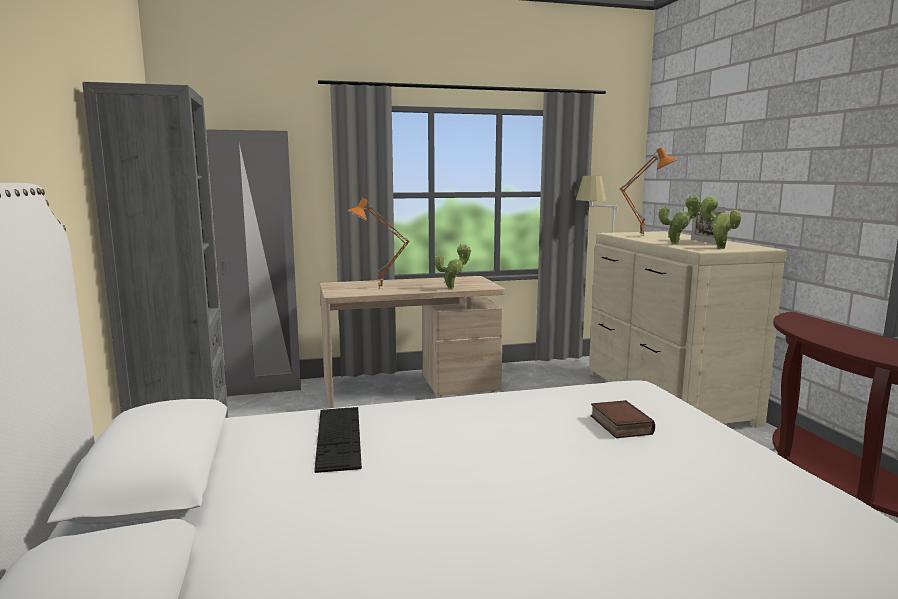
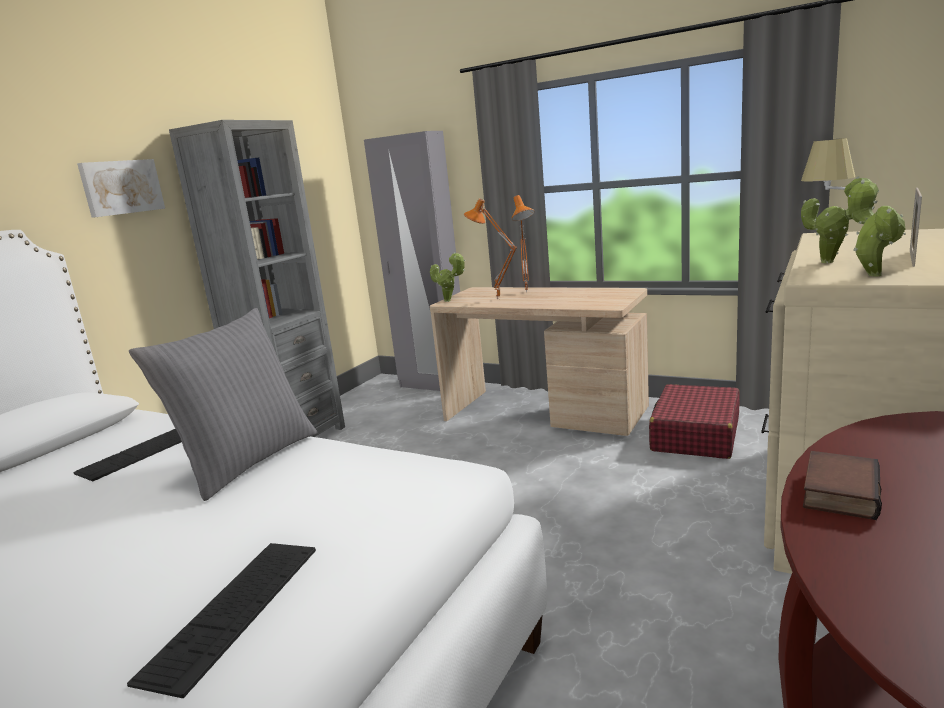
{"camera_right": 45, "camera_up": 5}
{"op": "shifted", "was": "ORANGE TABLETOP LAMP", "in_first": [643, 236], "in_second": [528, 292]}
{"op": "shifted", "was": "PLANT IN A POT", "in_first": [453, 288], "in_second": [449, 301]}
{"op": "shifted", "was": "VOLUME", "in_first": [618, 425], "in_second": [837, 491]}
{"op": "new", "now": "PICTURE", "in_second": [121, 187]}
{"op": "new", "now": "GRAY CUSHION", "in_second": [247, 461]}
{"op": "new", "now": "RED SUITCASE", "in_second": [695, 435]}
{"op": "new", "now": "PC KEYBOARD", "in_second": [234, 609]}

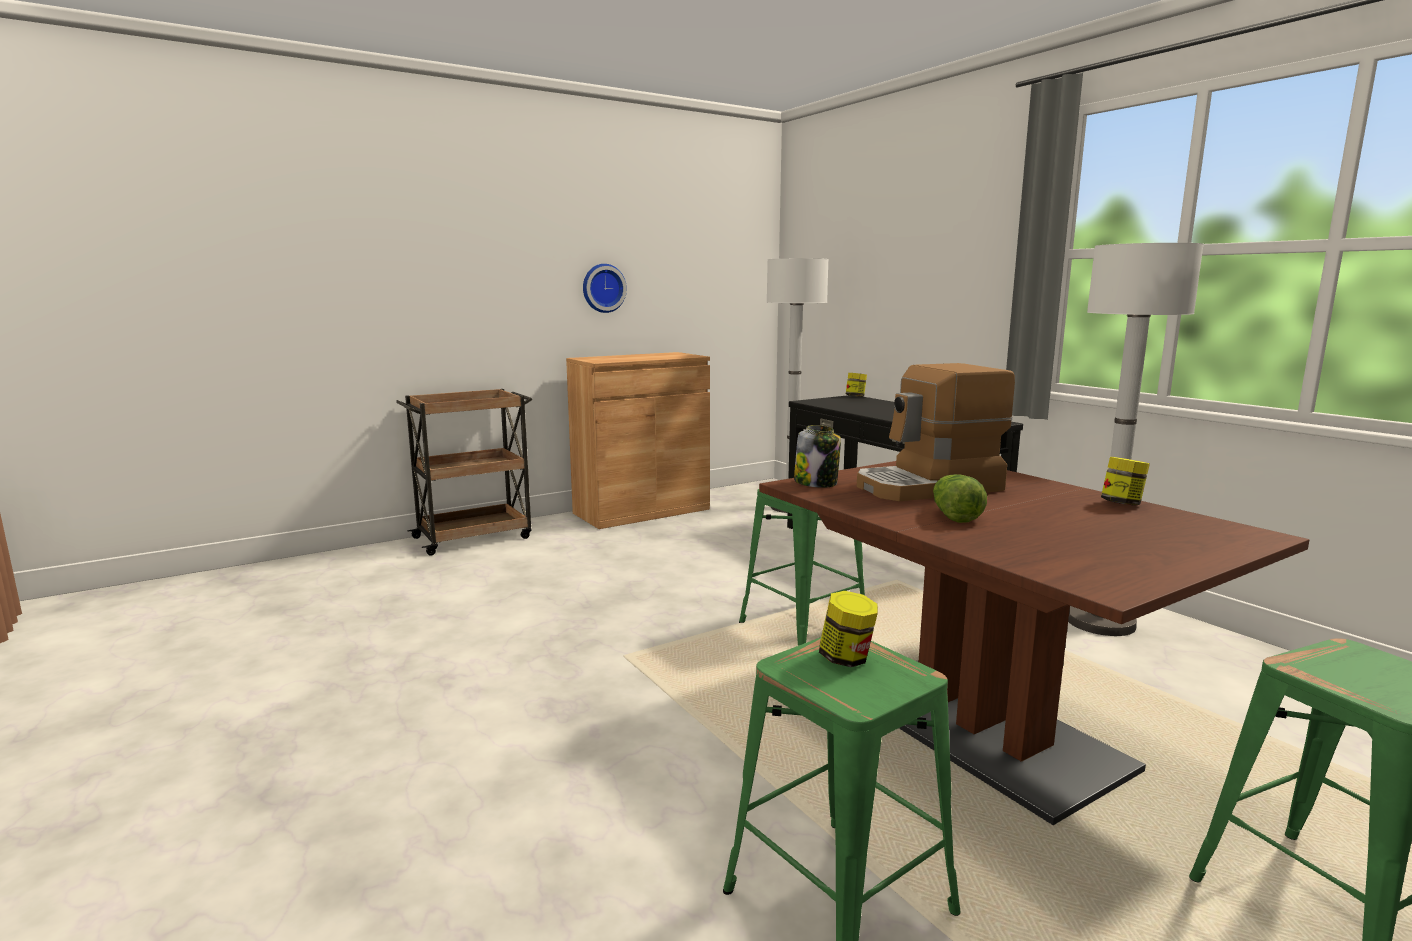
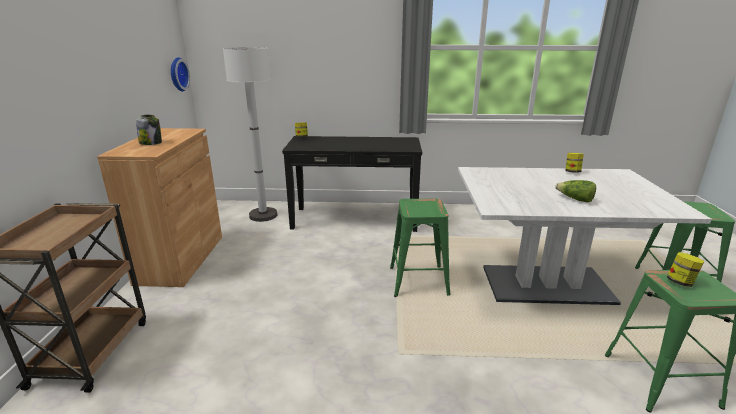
{"camera_right": -55, "camera_up": 10}
{"op": "gone", "was": "WHITISH FLOOR LAMP", "in_first": [1100, 622]}
{"op": "shifted", "was": "CLOCK ON THE WALL", "in_first": [603, 288], "in_second": [177, 74]}
{"op": "gone", "was": "COFFEE BREWER", "in_first": [929, 487]}
{"op": "shifted", "was": "STORAGE JAR", "in_first": [816, 483], "in_second": [151, 143]}
{"op": "repainted", "was": "BROWNISH DINNER TABLE", "now": "WHITISH DINNER TABLE", "in_first": [980, 730], "in_second": [546, 285]}

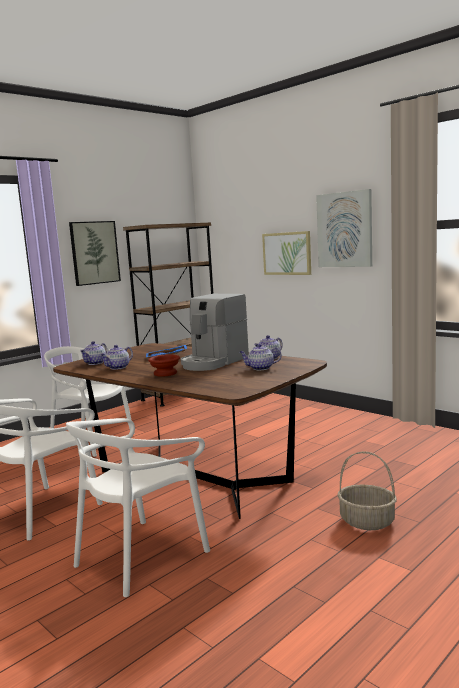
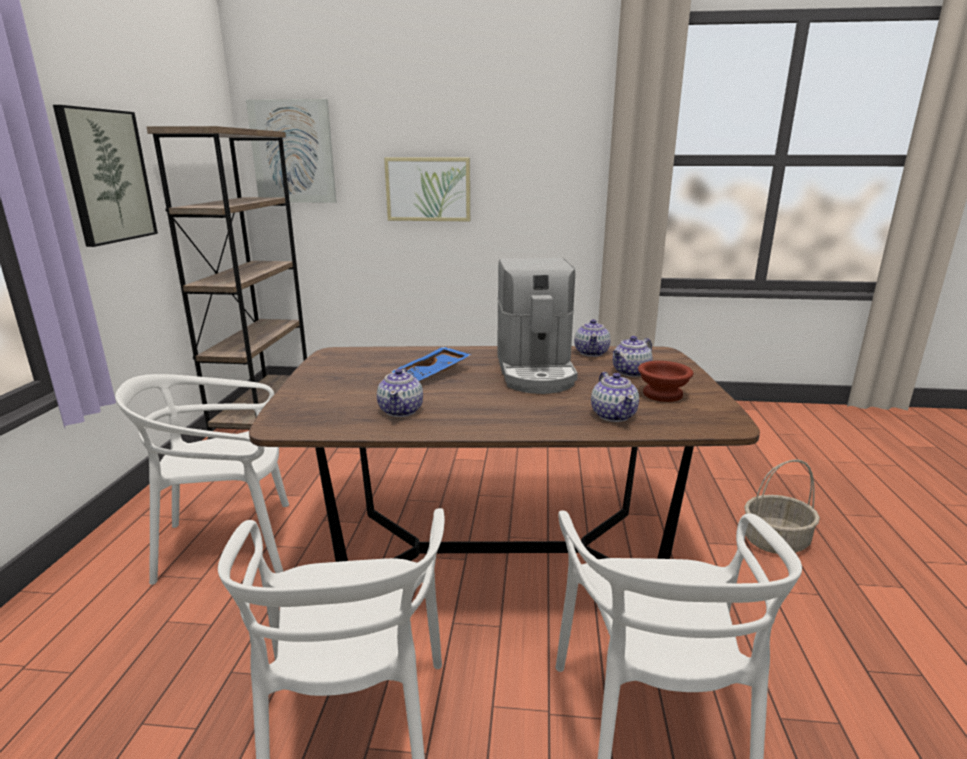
{"camera_right": -40, "camera_up": 10}
{"op": "shifted", "was": "PICTURE", "in_first": [344, 229], "in_second": [293, 152]}
{"op": "shifted", "was": "TEA POT", "in_first": [95, 363], "in_second": [613, 415]}
{"op": "shifted", "was": "BROWNISH BOWL", "in_first": [166, 373], "in_second": [663, 394]}

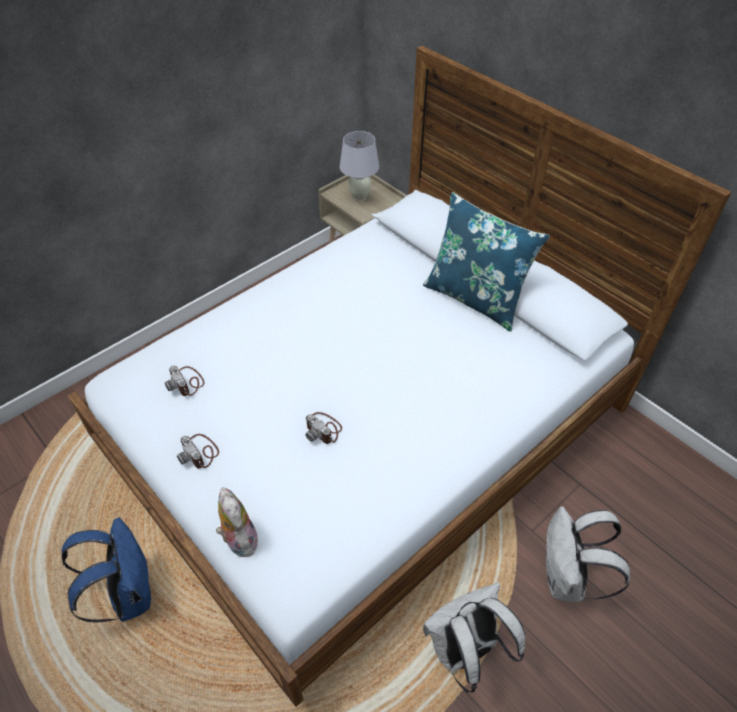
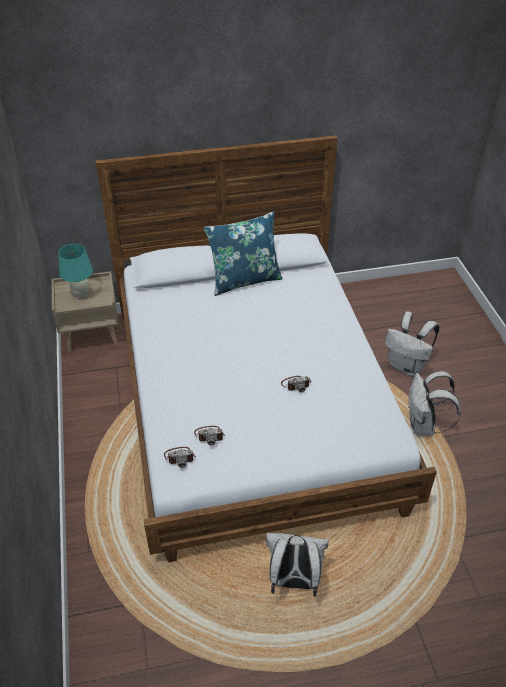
{"camera_right": -60, "camera_up": -5}
{"op": "repainted", "was": "WHITISH TABLETOP LAMP", "now": "TURQUOISE-COLOURED TABLETOP LAMP", "in_first": [360, 197], "in_second": [81, 294]}
{"op": "shifted", "was": "STILL CAMERA", "in_first": [200, 452], "in_second": [180, 457]}
{"op": "gone", "was": "SOFT TOY", "in_first": [239, 539]}
{"op": "repainted", "was": "BLUE BACKPACK", "now": "WHITISH BACKPACK", "in_first": [128, 594], "in_second": [294, 581]}

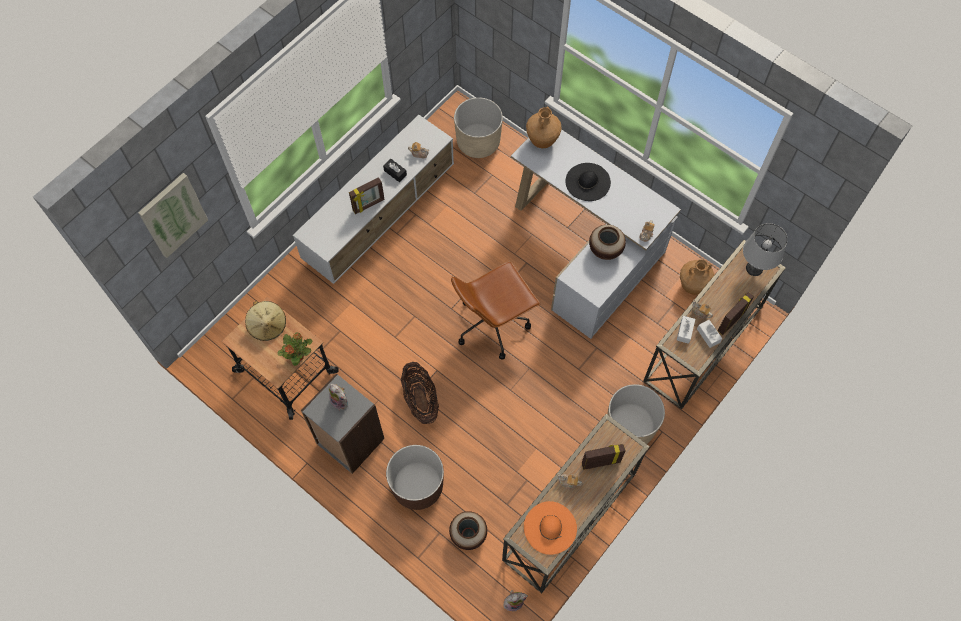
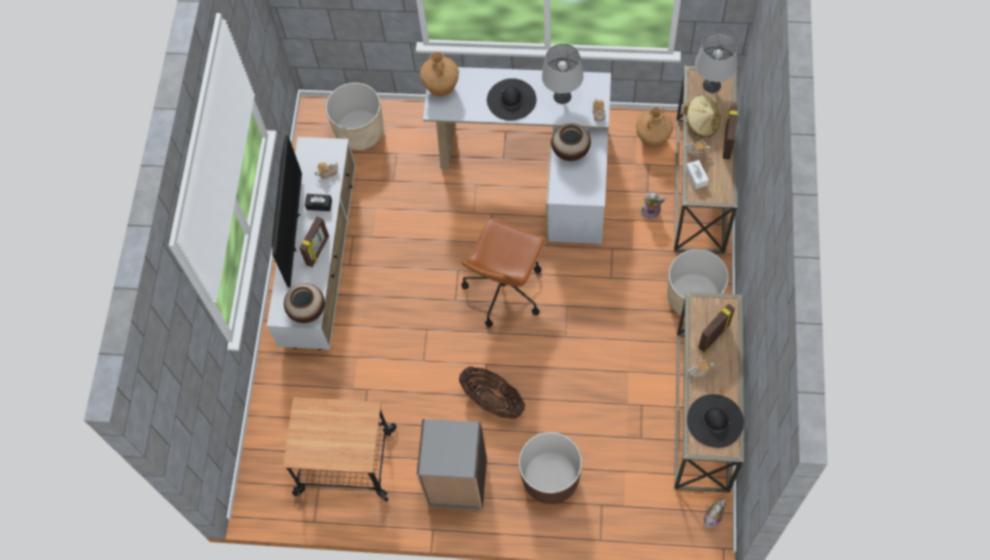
{"camera_right": -30, "camera_up": 0}
{"op": "gone", "was": "PICTURE", "in_first": [173, 215]}
{"op": "shifted", "was": "SAND-COLOURED CLOTHING HAT", "in_first": [268, 326], "in_second": [702, 123]}
{"op": "gone", "was": "WHITISH TISSUE BOX", "in_first": [708, 335]}
{"op": "gone", "was": "PLANT IN A POT", "in_first": [298, 356]}
{"op": "shifted", "was": "SOFT TOY", "in_first": [341, 401], "in_second": [651, 211]}
{"op": "repainted", "was": "ORANGE CLOTHING HAT", "now": "BLACK-COLOURED CLOTHING HAT", "in_first": [550, 528], "in_second": [715, 421]}
{"op": "shifted", "was": "DECORATIVE VASE", "in_first": [468, 534], "in_second": [307, 311]}
{"op": "new", "now": "GRAY TABLETOP LAMP", "in_second": [562, 96]}
{"op": "new", "now": "TV SET", "in_second": [293, 232]}

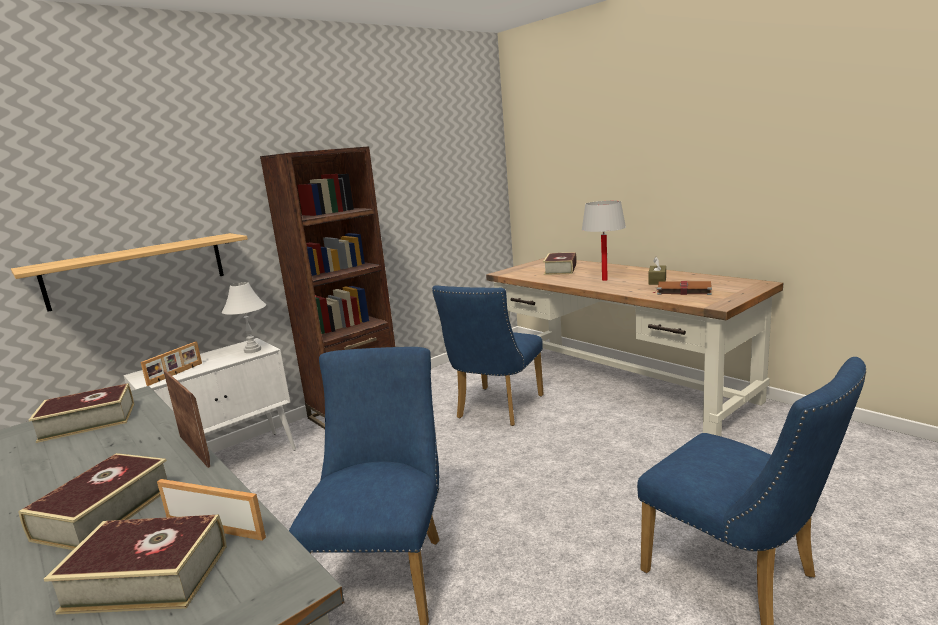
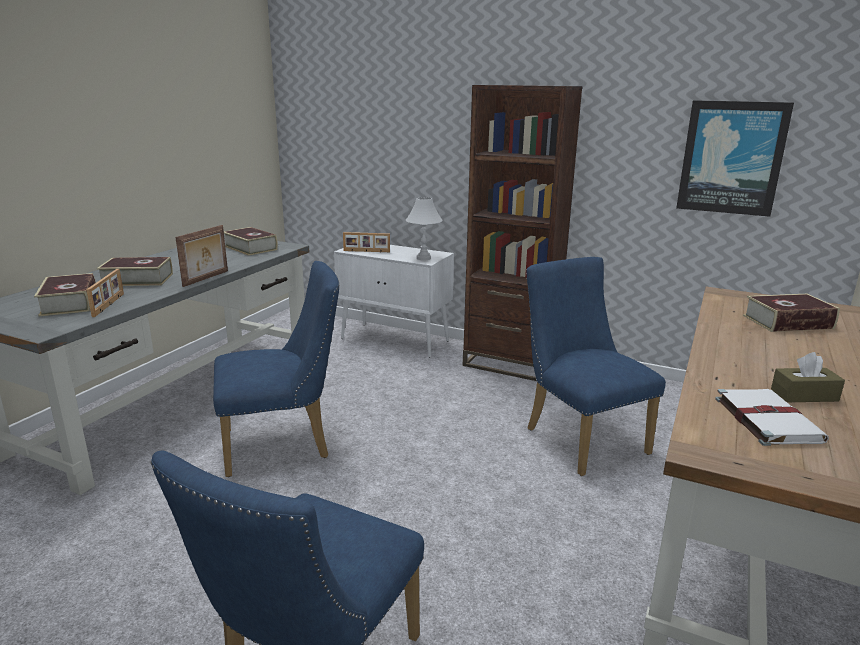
{"camera_right": 65, "camera_up": 5}
{"op": "gone", "was": "WHITISH TABLETOP LAMP", "in_first": [604, 280]}
{"op": "gone", "was": "SHELF", "in_first": [137, 270]}
{"op": "repainted", "was": "BROWNISH VOLUME", "now": "WHITISH VOLUME", "in_first": [682, 290], "in_second": [765, 419]}
{"op": "rotated", "was": "BLUE UPRIGHT CHAIR", "in_first": [495, 409], "in_second": [579, 437], "clockwise": 60}
{"op": "new", "now": "PICTURE", "in_second": [731, 158]}

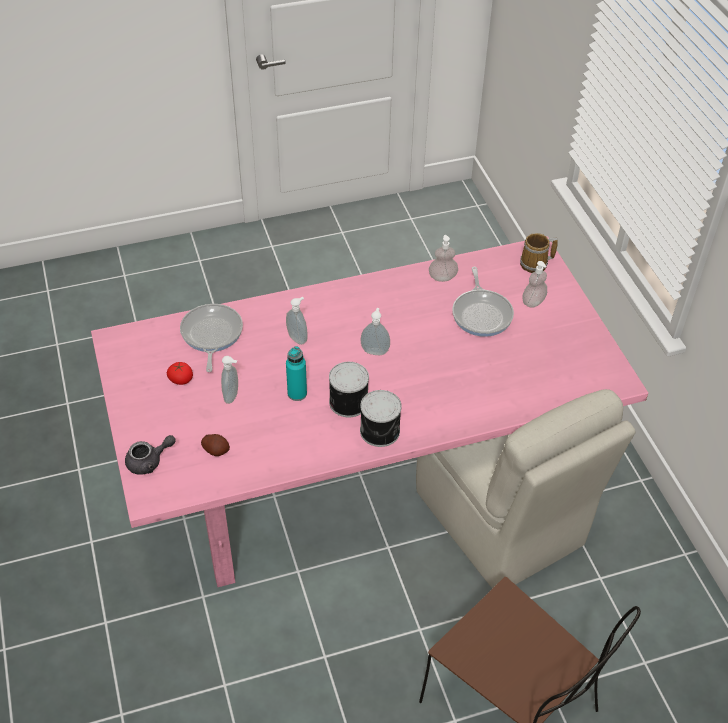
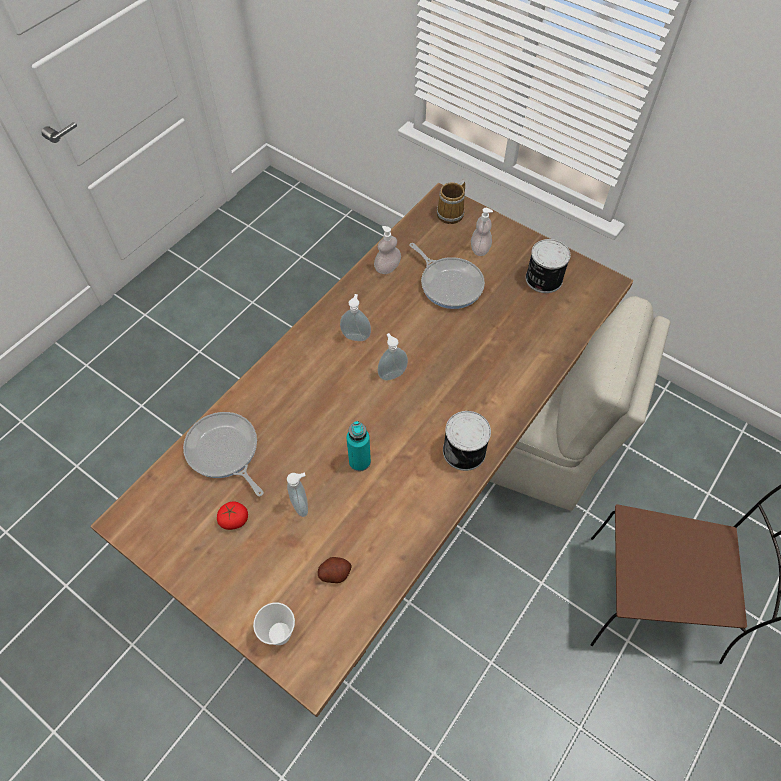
{"camera_right": -35, "camera_up": 10}
{"op": "repainted", "was": "PINK DINNER TABLE", "now": "BROWNISH DINNER TABLE", "in_first": [359, 476], "in_second": [390, 481]}
{"op": "shifted", "was": "SOAP BOTTLE", "in_first": [298, 338], "in_second": [356, 336]}
{"op": "shifted", "was": "METAL CAN", "in_first": [347, 402], "in_second": [543, 279]}
{"op": "swapped", "was": "GRAY TEA POT", "now": "DRINKING CUP", "in_first": [149, 462], "in_second": [279, 633]}

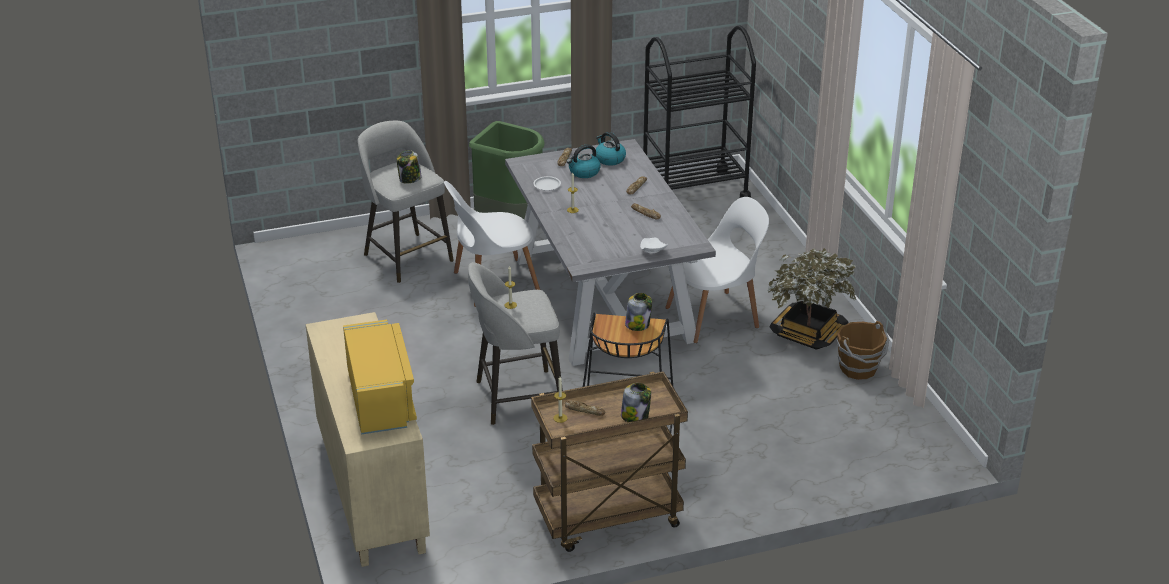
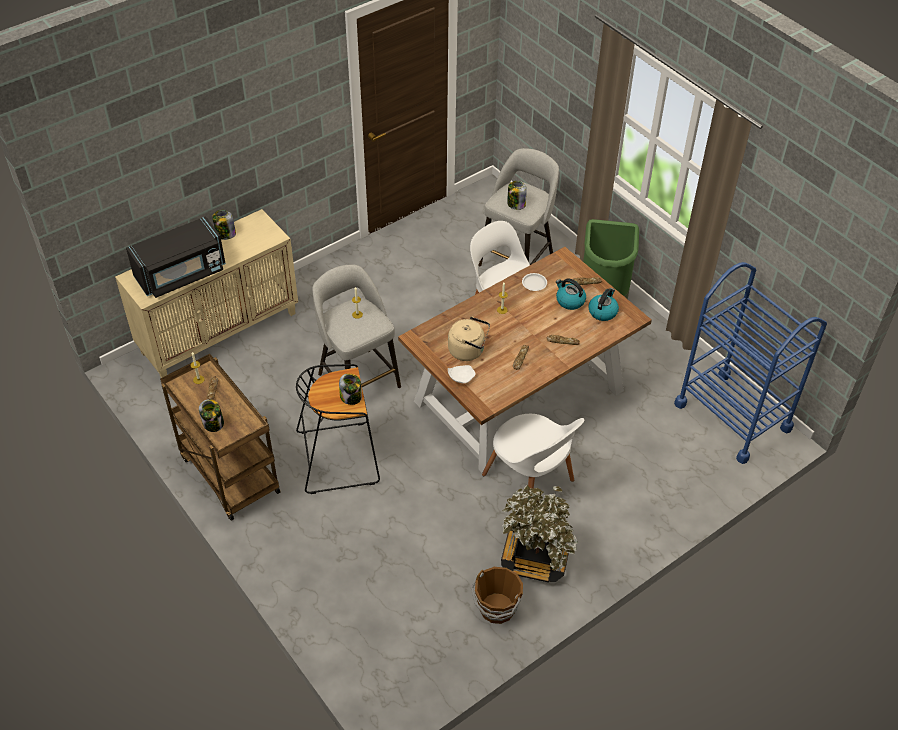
{"camera_right": 70, "camera_up": 15}
{"op": "repainted", "was": "BLACK-COLOURED WHEELED CART", "now": "BLUE WHEELED CART", "in_first": [694, 192], "in_second": [732, 416]}
{"op": "repainted", "was": "GRAY DINNER TABLE", "now": "BROWNISH DINNER TABLE", "in_first": [603, 298], "in_second": [520, 395]}
{"op": "repainted", "was": "YELLOW-COLOURED MICROWAVE", "now": "BLACK-COLOURED MICROWAVE", "in_first": [380, 399], "in_second": [181, 274]}
{"op": "new", "now": "STORAGE JAR", "in_second": [225, 234]}
{"op": "new", "now": "SAND-COLOURED TEA KETTLE", "in_second": [468, 350]}

